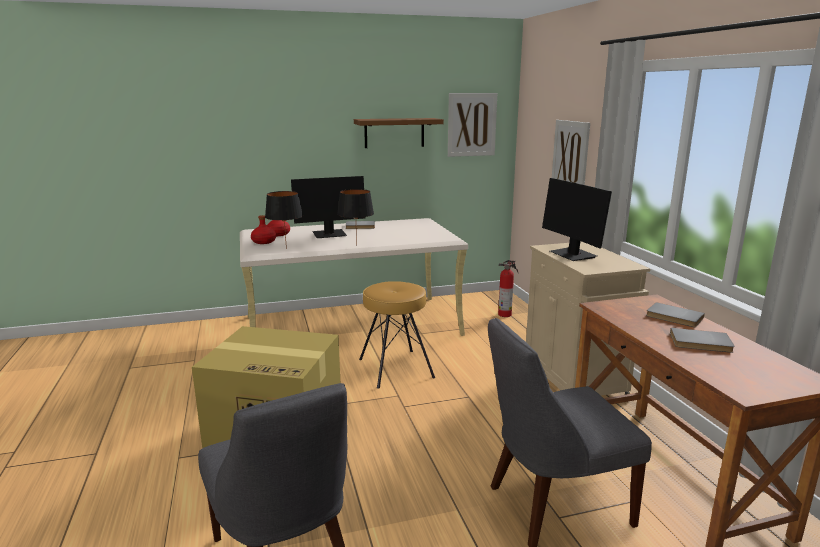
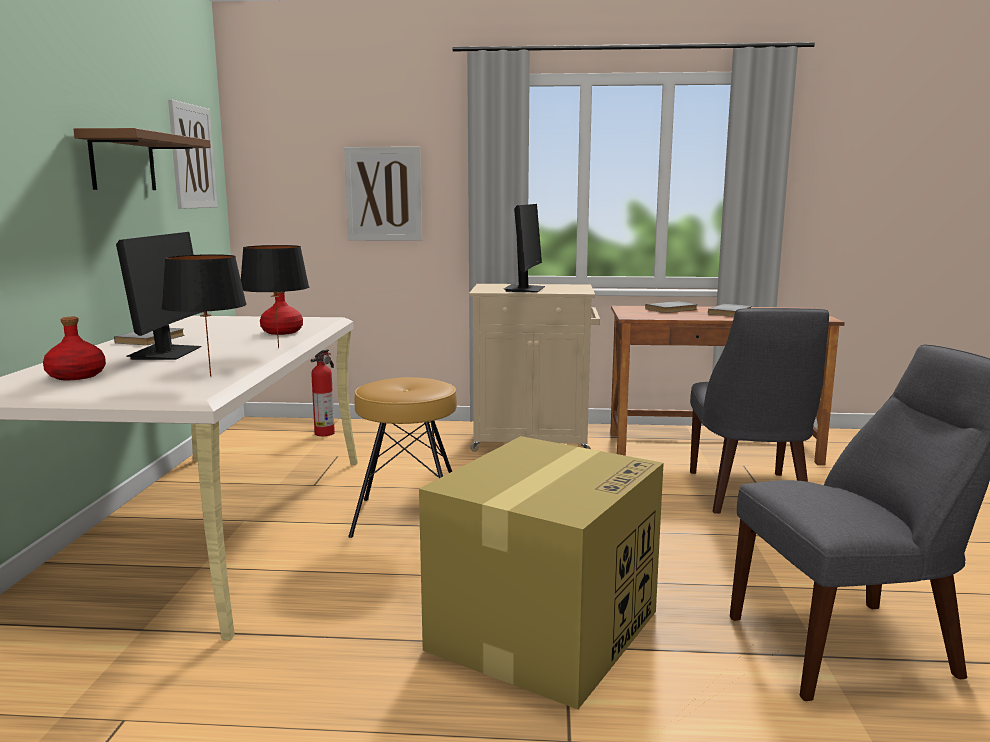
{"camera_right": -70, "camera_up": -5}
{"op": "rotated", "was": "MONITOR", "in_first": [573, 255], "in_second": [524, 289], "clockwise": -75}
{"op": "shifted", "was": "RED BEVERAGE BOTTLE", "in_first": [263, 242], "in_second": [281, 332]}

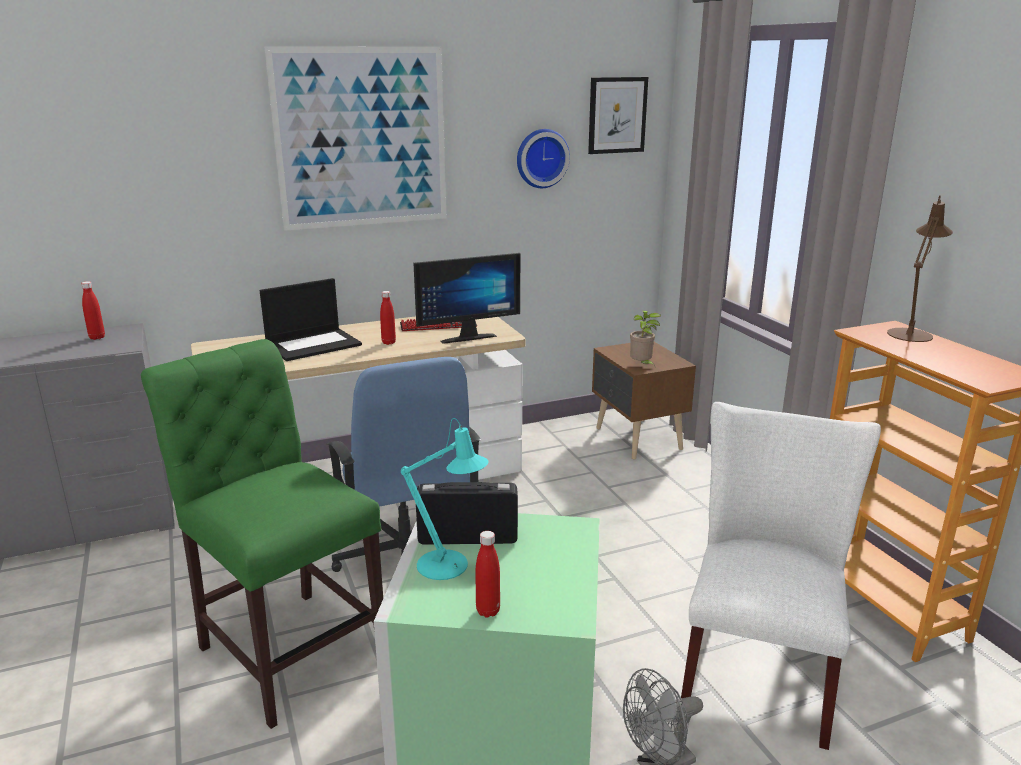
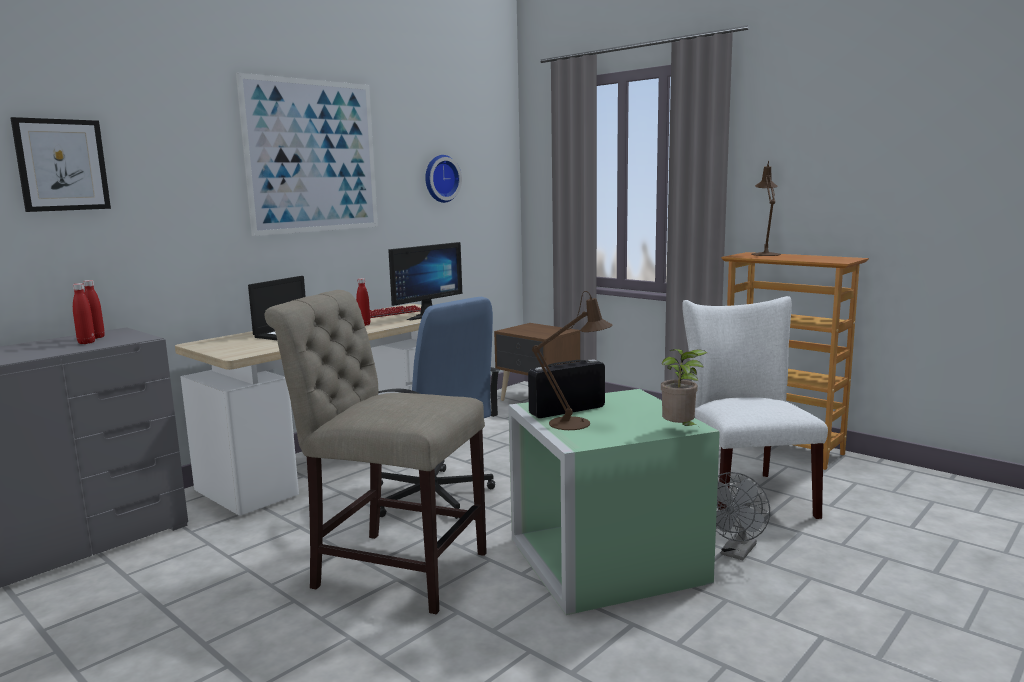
{"camera_right": -25, "camera_up": -10}
{"op": "shifted", "was": "PICTURE", "in_first": [617, 115], "in_second": [62, 165]}
{"op": "shifted", "was": "PLANT IN A POT", "in_first": [642, 365], "in_second": [680, 430]}
{"op": "repainted", "was": "GREEN-COLOURED UPRIGHT CHAIR", "now": "SAND-COLOURED UPRIGHT CHAIR", "in_first": [287, 647], "in_second": [392, 567]}
{"op": "repainted", "was": "TURQUOISE-COLOURED TABLETOP LAMP", "now": "BROWNISH TABLETOP LAMP", "in_first": [448, 567], "in_second": [576, 423]}
{"op": "shifted", "was": "RED BEVERAGE BOTTLE", "in_first": [488, 611], "in_second": [86, 342]}

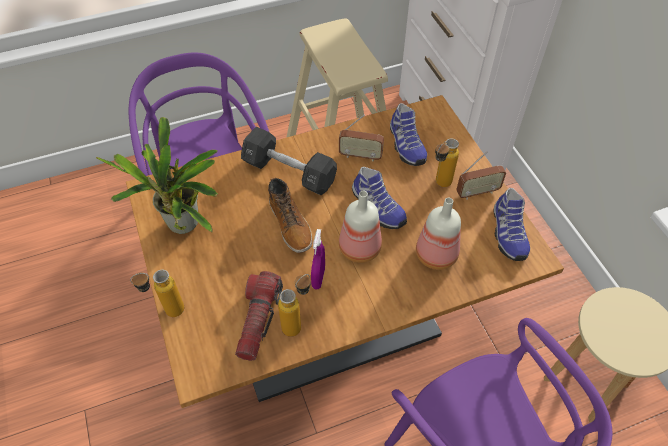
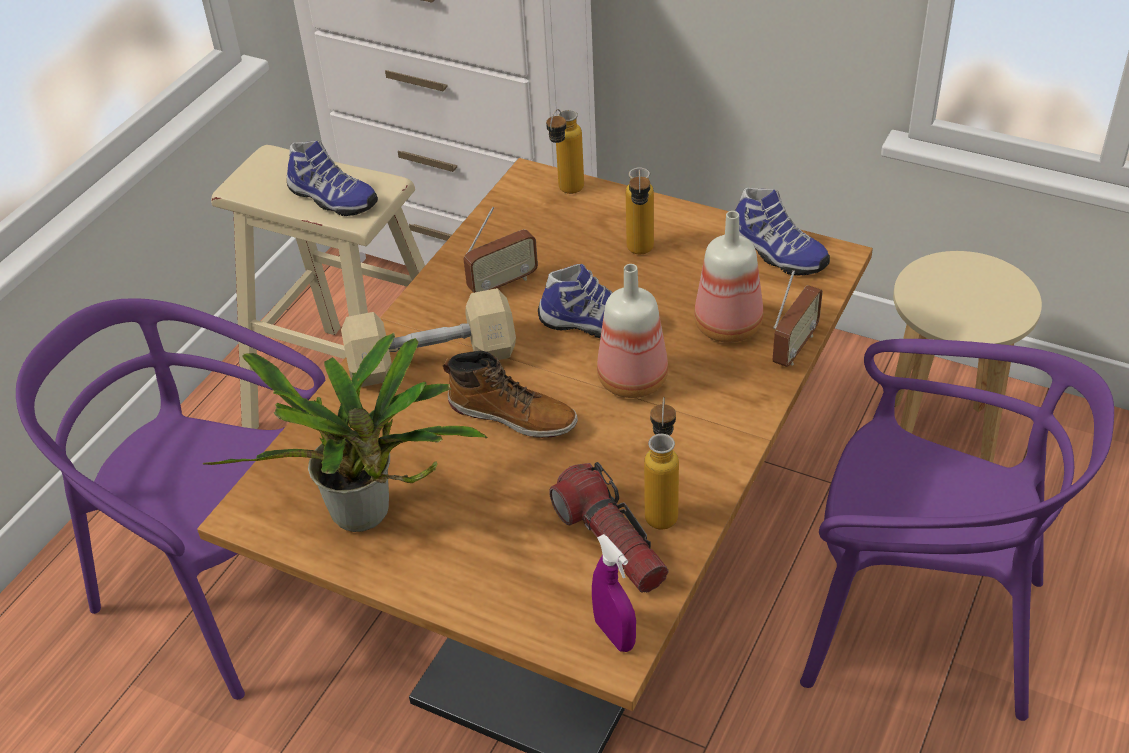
{"camera_right": -40, "camera_up": -10}
{"op": "shifted", "was": "SHOE", "in_first": [405, 145], "in_second": [331, 199]}
{"op": "repainted", "was": "BLACK-COLOURED HAND WEIGHT", "now": "SAND-COLOURED HAND WEIGHT", "in_first": [289, 172], "in_second": [432, 360]}
{"op": "shifted", "was": "RADIO SET", "in_first": [477, 192], "in_second": [794, 348]}
{"op": "shifted", "was": "PURPLISH SPRAYER", "in_first": [318, 278], "in_second": [614, 634]}
{"op": "shifted", "was": "BEVERAGE BOTTLE", "in_first": [167, 312], "in_second": [566, 193]}

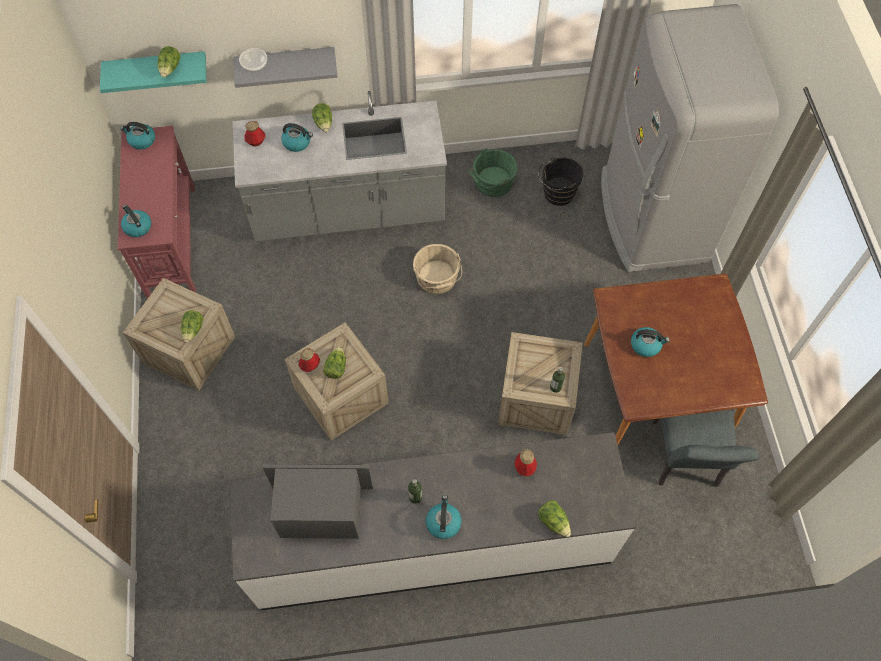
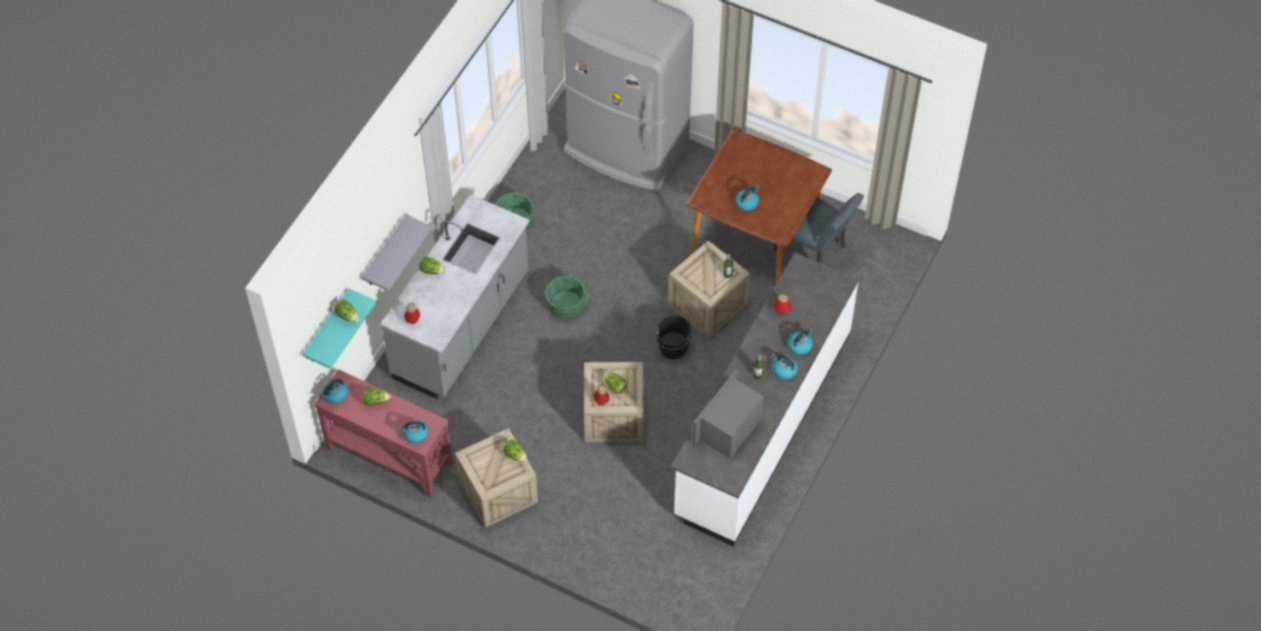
{"camera_right": -55, "camera_up": -5}
{"op": "gone", "was": "BOWL", "in_first": [254, 65]}
{"op": "shifted", "was": "TEA KETTLE", "in_first": [297, 142], "in_second": [800, 346]}
{"op": "shifted", "was": "BLACK-COLOURED BUCKET", "in_first": [556, 194], "in_second": [673, 349]}
{"op": "repainted", "was": "SAND-COLOURED BUCKET", "now": "GREEN-COLOURED BUCKET", "in_first": [437, 279], "in_second": [568, 305]}
{"op": "shifted", "was": "LETTUCE", "in_first": [554, 521], "in_second": [376, 400]}

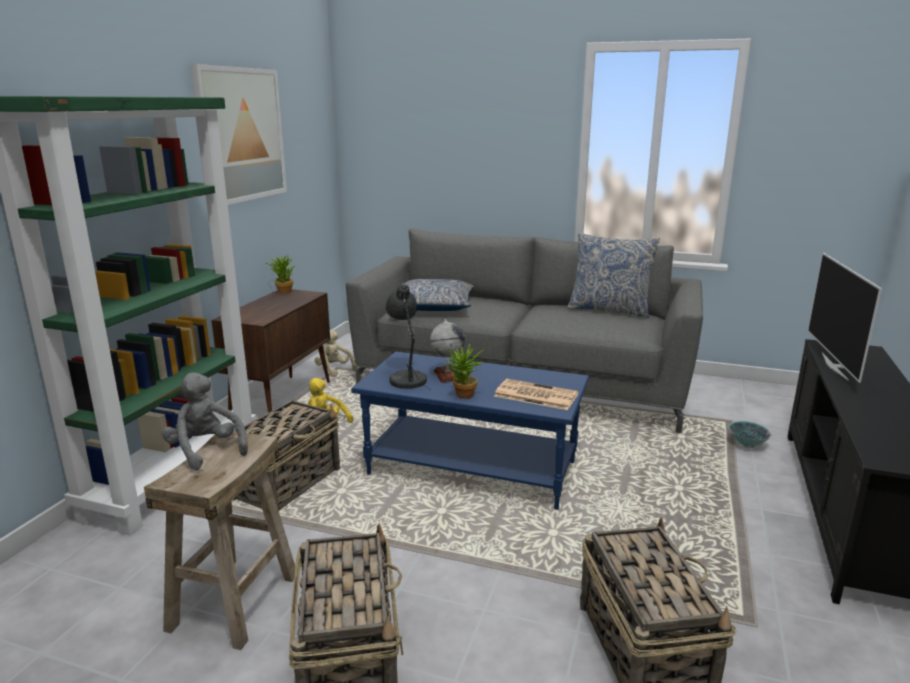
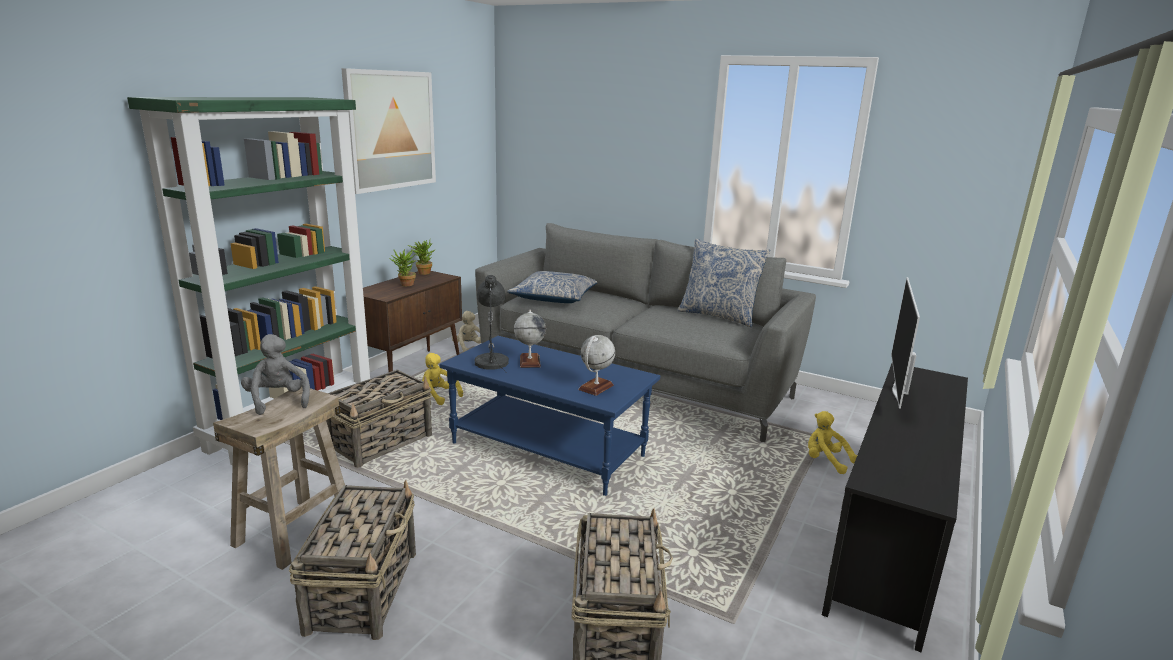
{"camera_right": 10, "camera_up": 0}
{"op": "shifted", "was": "PLANT IN A POT", "in_first": [463, 396], "in_second": [405, 285]}
{"op": "swapped", "was": "PRINTED PAPER", "now": "DESK GLOBE", "in_first": [534, 395], "in_second": [596, 387]}
{"op": "swapped", "was": "BOWL", "now": "YELLOW-COLOURED SOFT TOY", "in_first": [747, 444], "in_second": [825, 461]}

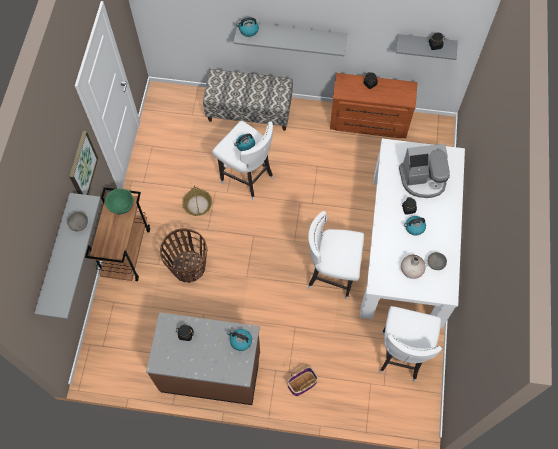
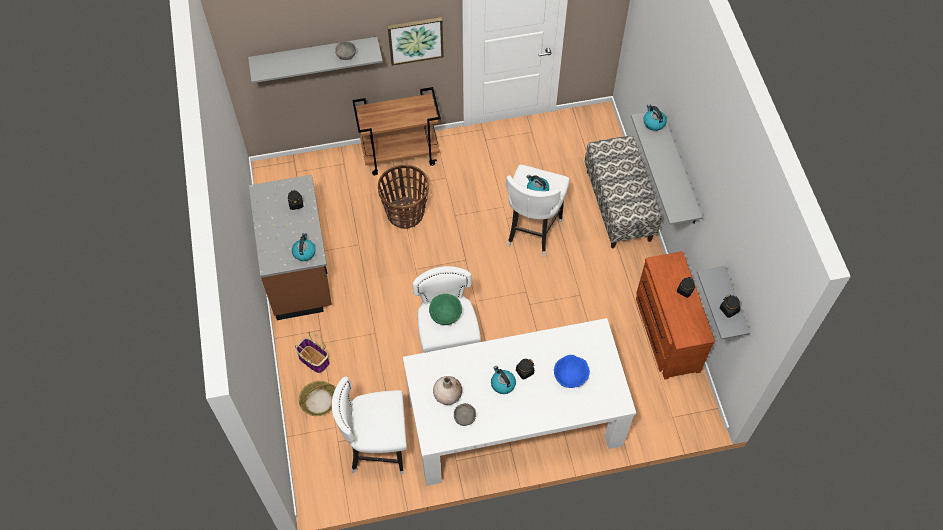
{"camera_right": 70, "camera_up": -5}
{"op": "swapped", "was": "COFFEE BREWER", "now": "BLUE BOWL", "in_first": [423, 179], "in_second": [570, 377]}
{"op": "shifted", "was": "BASKET", "in_first": [197, 204], "in_second": [319, 401]}
{"op": "shifted", "was": "GREEN-COLOURED BOWL", "in_first": [121, 205], "in_second": [445, 315]}

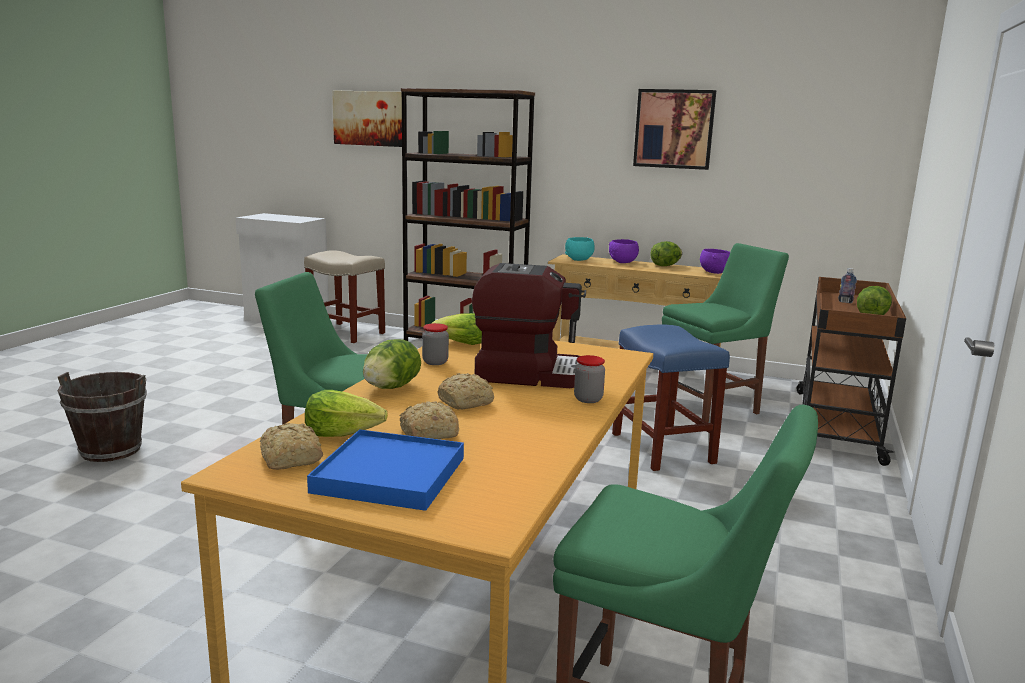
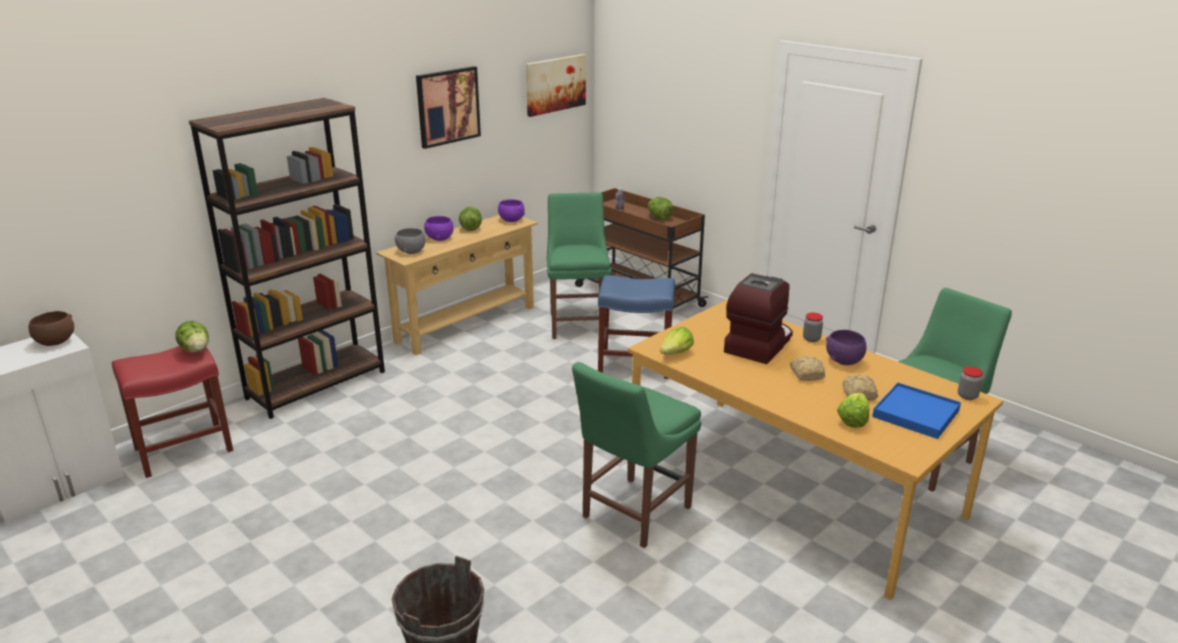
{"camera_right": -65, "camera_up": 10}
{"op": "shifted", "was": "PICTURE", "in_first": [369, 118], "in_second": [555, 84]}
{"op": "repainted", "was": "TURQUOISE-COLOURED BOWL", "now": "GRAY BOWL", "in_first": [579, 259], "in_second": [411, 251]}
{"op": "repainted", "was": "SAND-COLOURED SITTING STOOL", "now": "RED SITTING STOOL", "in_first": [347, 333], "in_second": [185, 449]}
{"op": "shifted", "was": "STORAGE JAR", "in_first": [435, 362], "in_second": [967, 396]}
{"op": "shifted", "was": "LETTUCE", "in_first": [391, 387], "in_second": [196, 350]}
{"op": "gone", "was": "BAKERY BREAD", "in_first": [290, 459]}
{"op": "new", "now": "BROWNISH BOWL", "in_second": [55, 342]}
{"op": "new", "now": "PURPLISH BOWL", "in_second": [844, 361]}

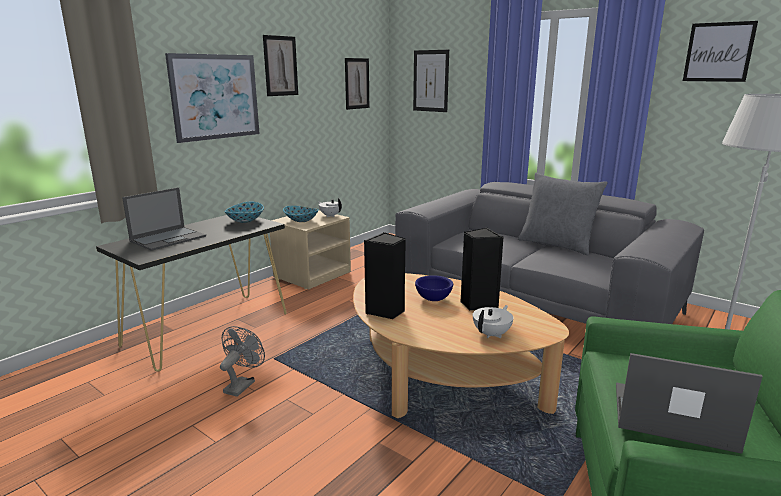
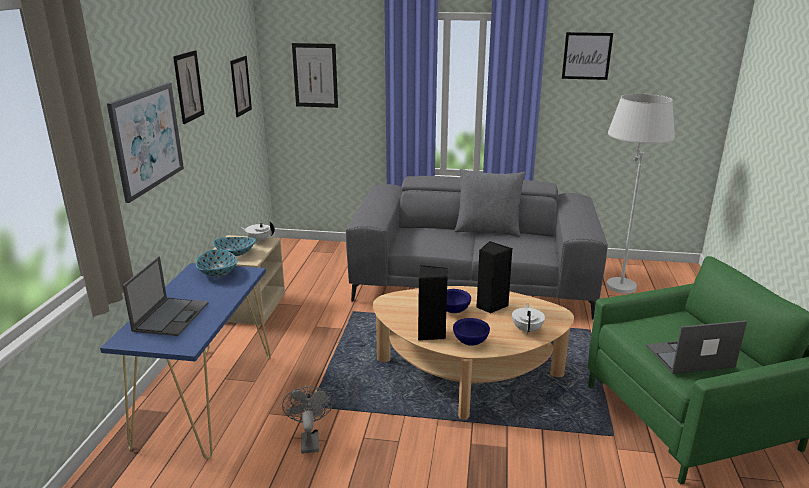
{"camera_right": -30, "camera_up": 5}
{"op": "repainted", "was": "BLACK-COLOURED HALL TABLE", "now": "BLUE HALL TABLE", "in_first": [209, 329], "in_second": [207, 398]}
{"op": "new", "now": "BLUE BOWL", "in_second": [471, 342]}

